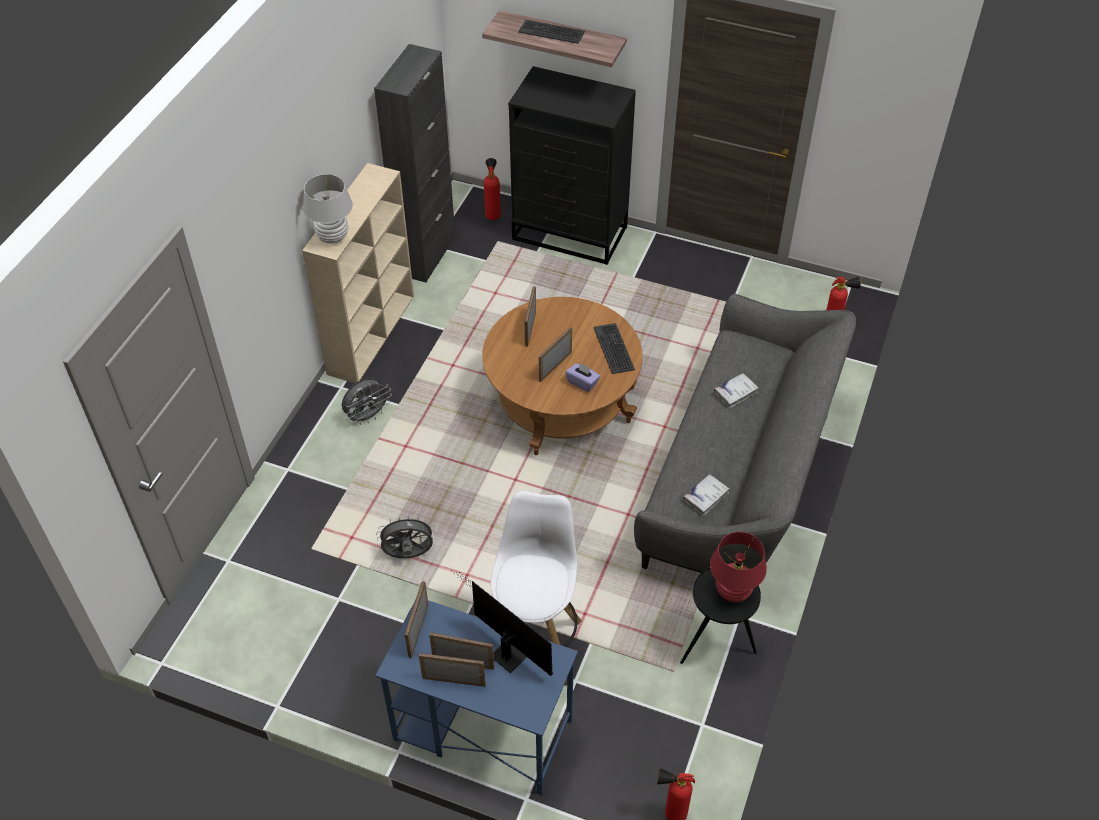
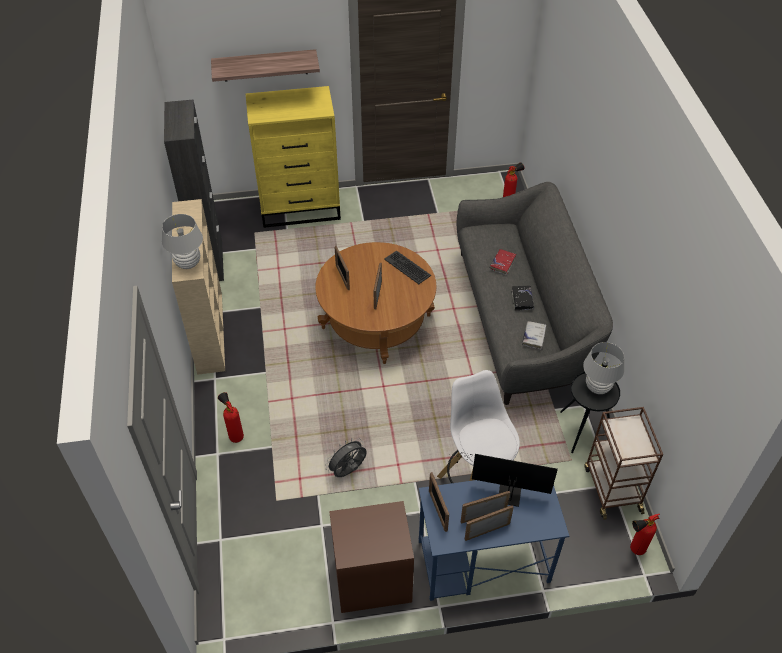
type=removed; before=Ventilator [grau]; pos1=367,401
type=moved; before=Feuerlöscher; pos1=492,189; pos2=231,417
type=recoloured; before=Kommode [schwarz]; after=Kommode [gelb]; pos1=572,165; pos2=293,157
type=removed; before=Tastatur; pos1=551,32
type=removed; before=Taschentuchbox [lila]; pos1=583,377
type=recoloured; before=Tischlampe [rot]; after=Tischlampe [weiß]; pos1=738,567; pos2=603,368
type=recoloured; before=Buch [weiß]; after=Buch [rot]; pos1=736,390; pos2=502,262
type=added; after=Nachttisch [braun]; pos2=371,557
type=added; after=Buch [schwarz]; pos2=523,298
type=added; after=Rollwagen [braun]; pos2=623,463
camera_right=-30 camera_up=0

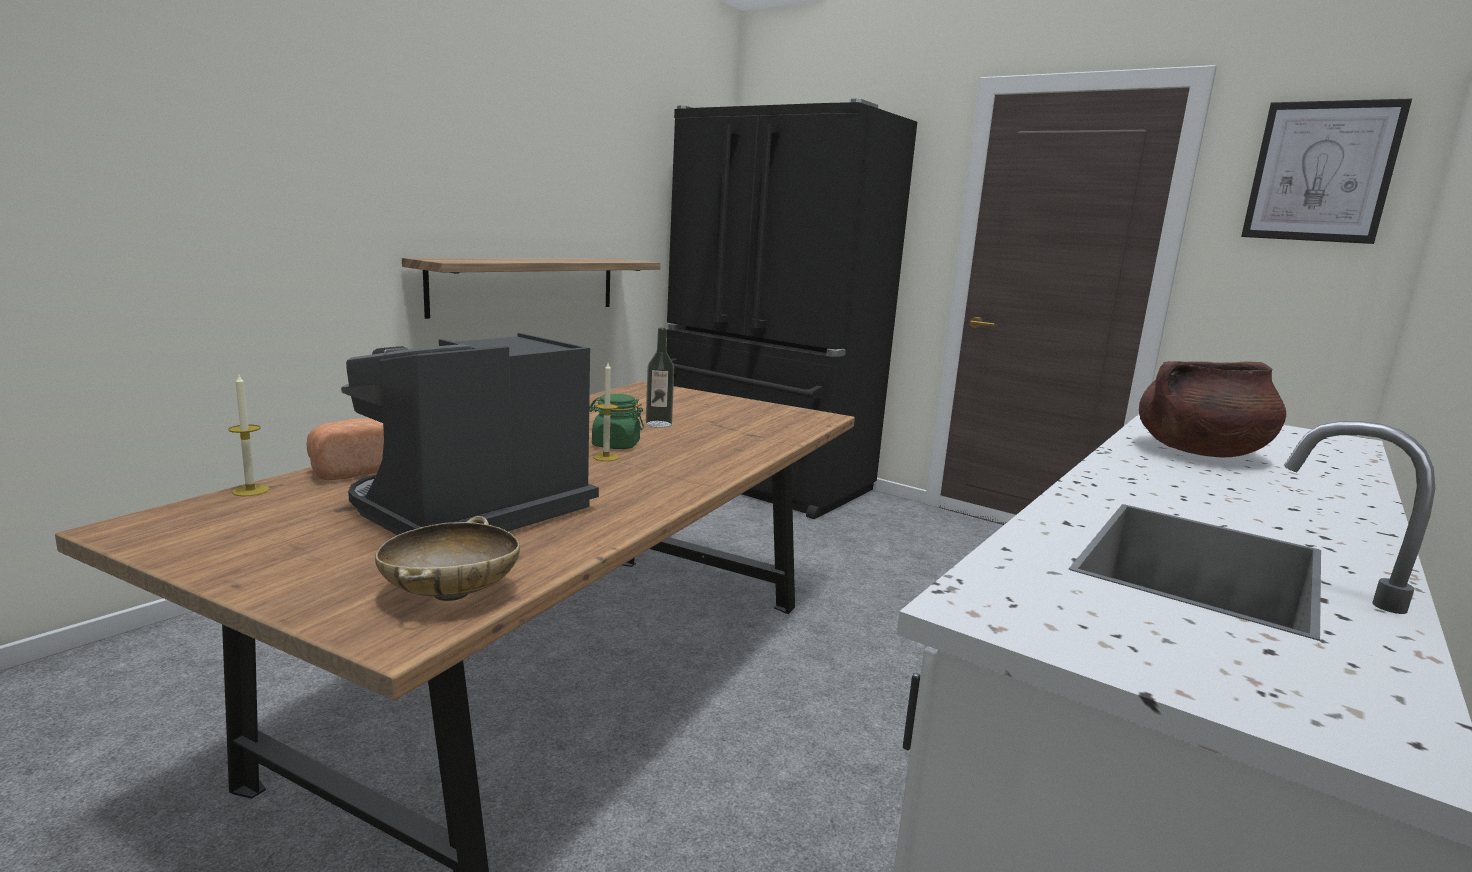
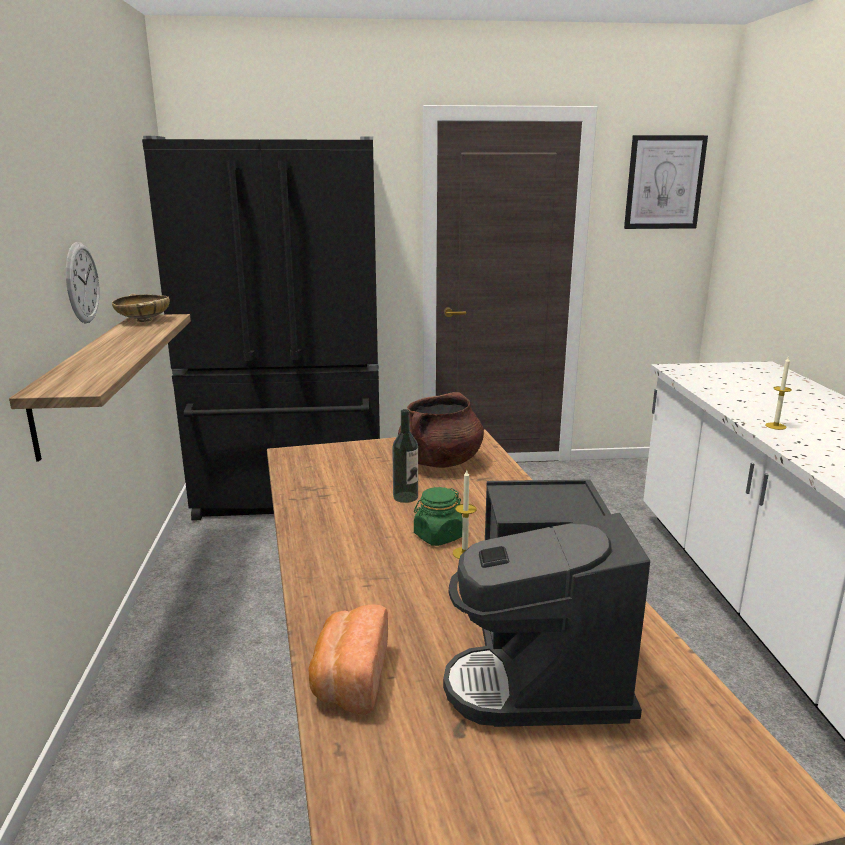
type=moved; before=Kerze; pos1=248,435; pos2=779,393
type=moved; before=Schüssel [beige]; pos1=447,558; pos2=141,308
type=moved; before=Kochtopf [braun]; pos1=1212,409; pos2=441,430
type=added; after=Wanduhr; pos2=83,282
camera_right=-40 camera_up=5

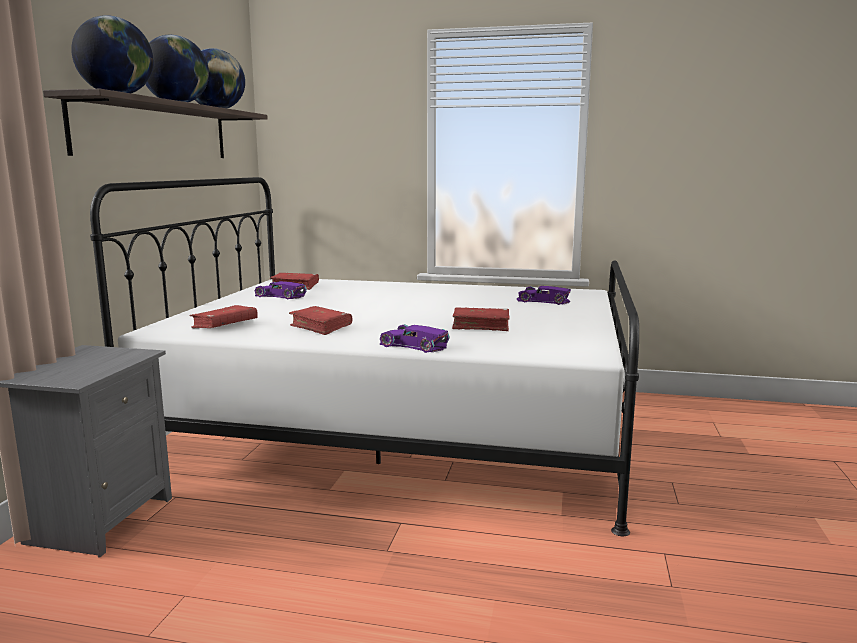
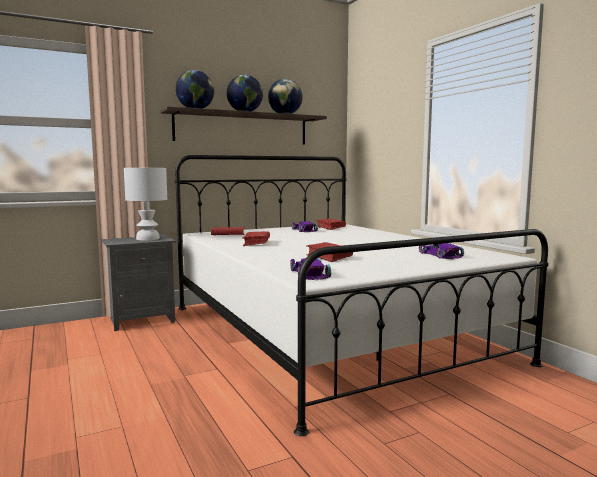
type=moved; before=Spielzeugauto [lila]; pos1=415,338; pos2=310,269
type=added; after=Tischlampe [weiß]; pos2=145,204
camera_right=50 camera_up=-5

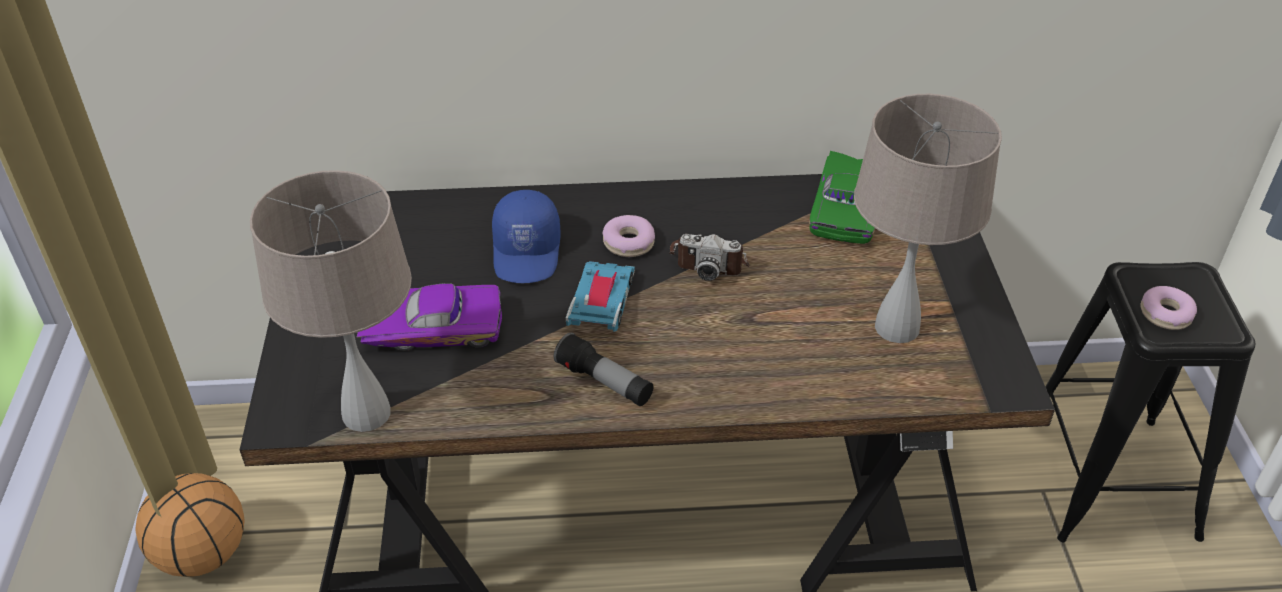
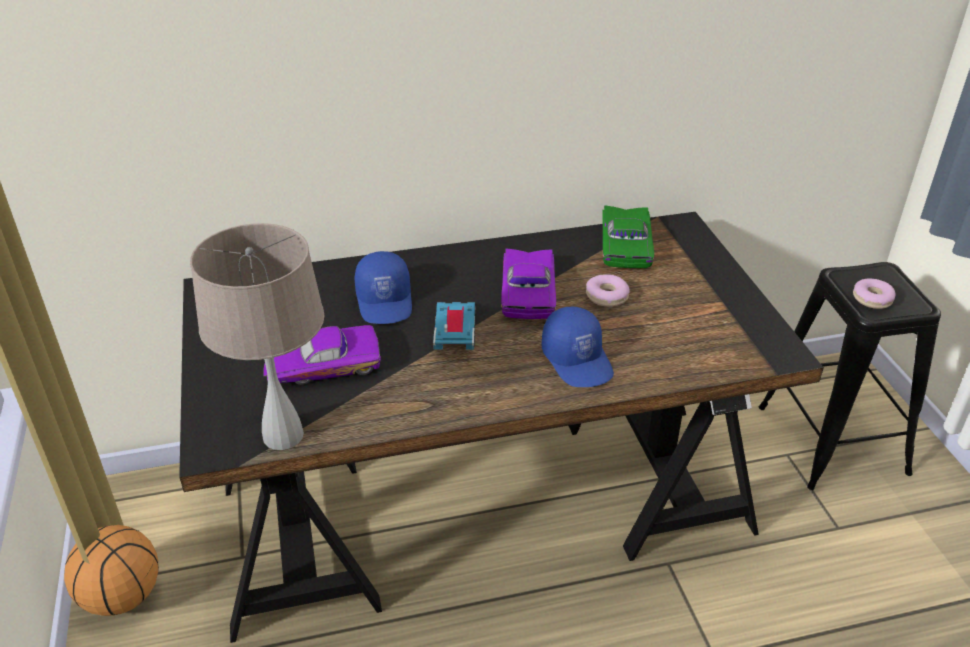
type=removed; before=Taschenlampe; pos1=604,369
type=moved; before=Donut; pos1=629,236; pos2=608,290
type=replaced; before=Kamera; after=Spielzeugauto [lila]; pos1=709,257; pos2=528,283
type=removed; before=Tischlampe [beige]; pos1=928,218
type=added; after=Kappe [blau]; pos2=578,346
camera_right=-10 camera_up=-5

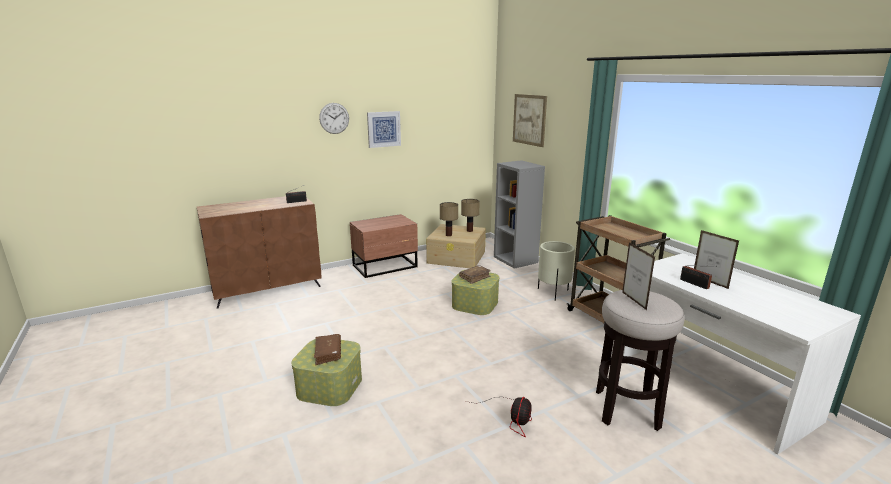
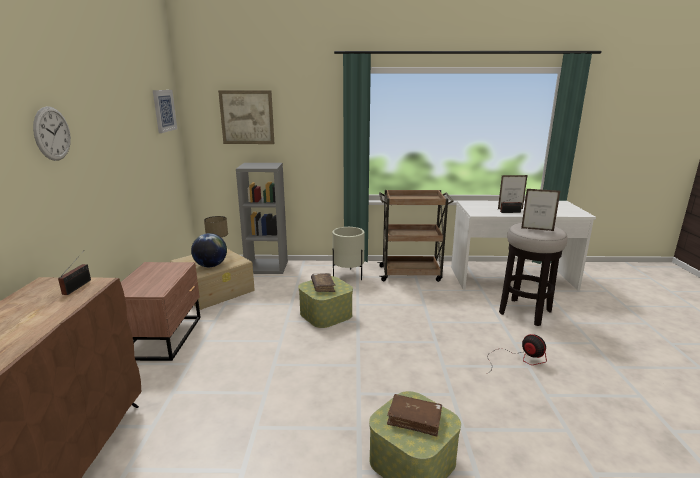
type=moved; before=Bild; pos1=384,129; pos2=165,111
type=replaced; before=Tischlampe; after=Globus; pos1=449,219; pos2=209,250
camera_right=-60 camera_up=0

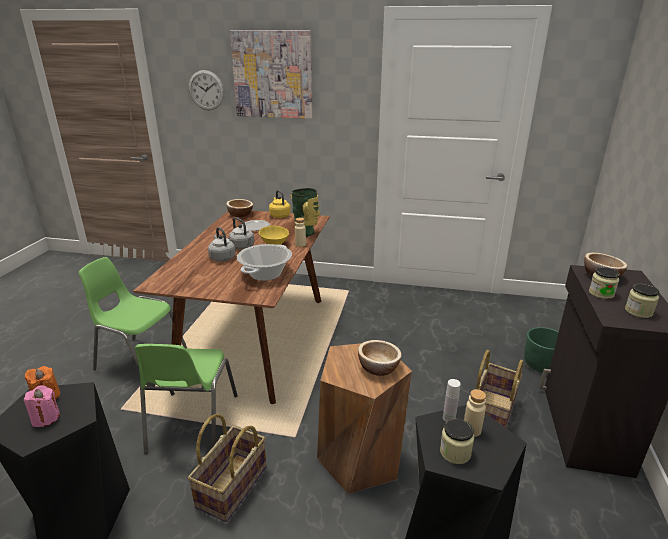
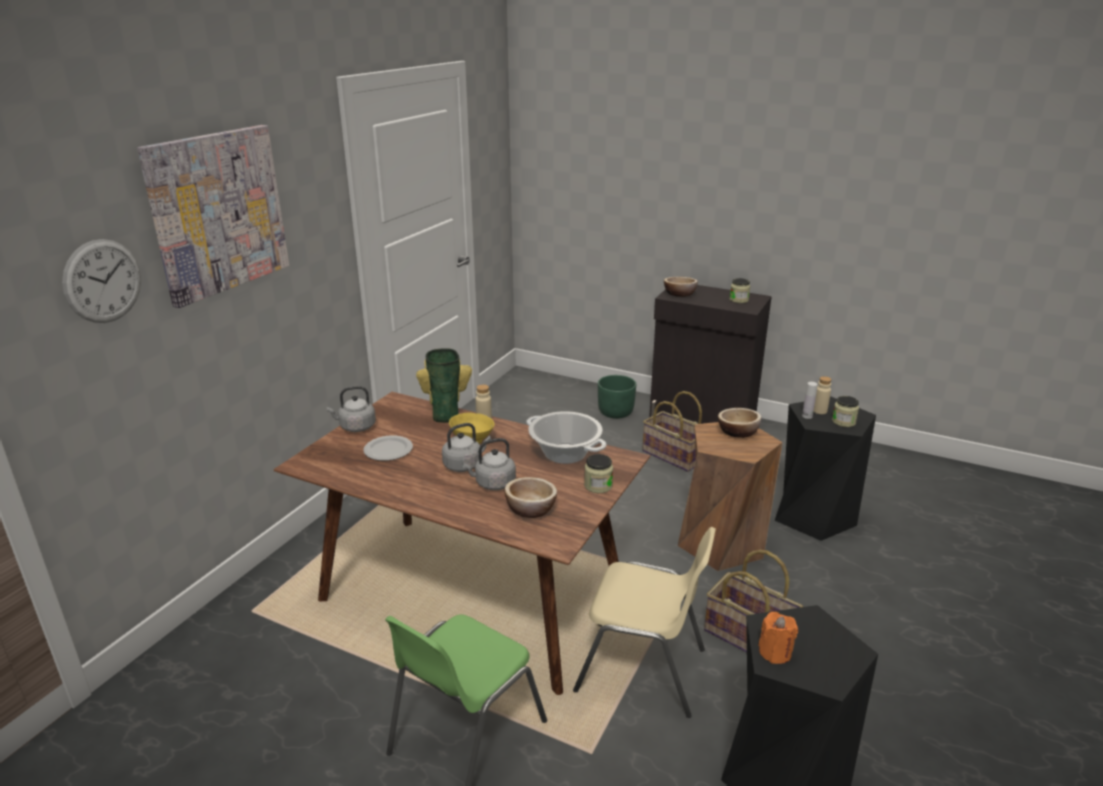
type=removed; before=Kerze [rosa]; pos1=41,406
type=recoloured; before=Stuhl [grün]; after=Stuhl [beige]; pos1=186,399; pos2=644,622
type=moved; before=Schüssel; pos1=239,208; pos2=531,497
type=recoloured; before=Wasserkessel [gelb]; after=Wasserkessel [grau]; pos1=280,204; pos2=351,409
type=moved; before=Vorratsglas; pos1=604,283; pos2=598,473
camera_right=-75 camera_up=0

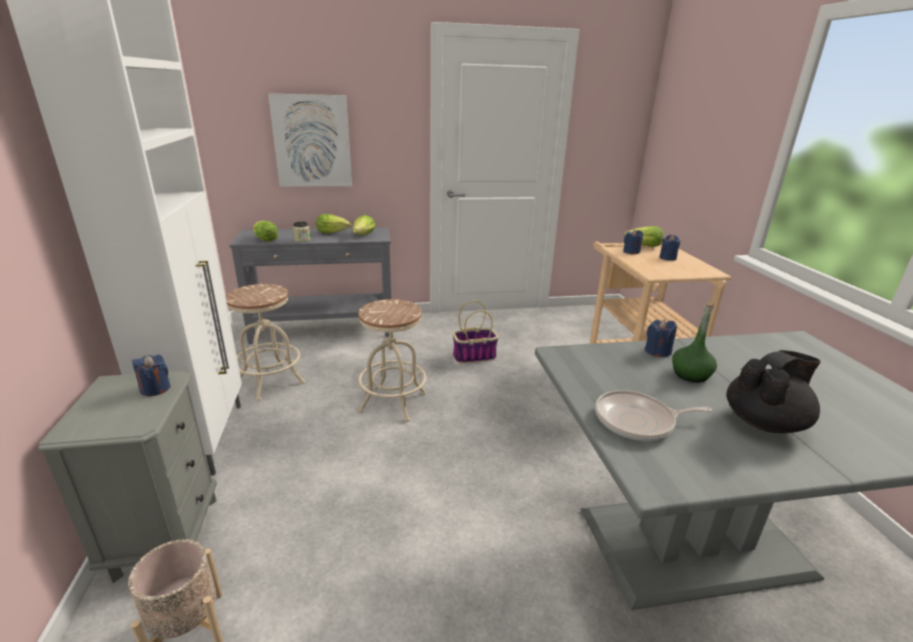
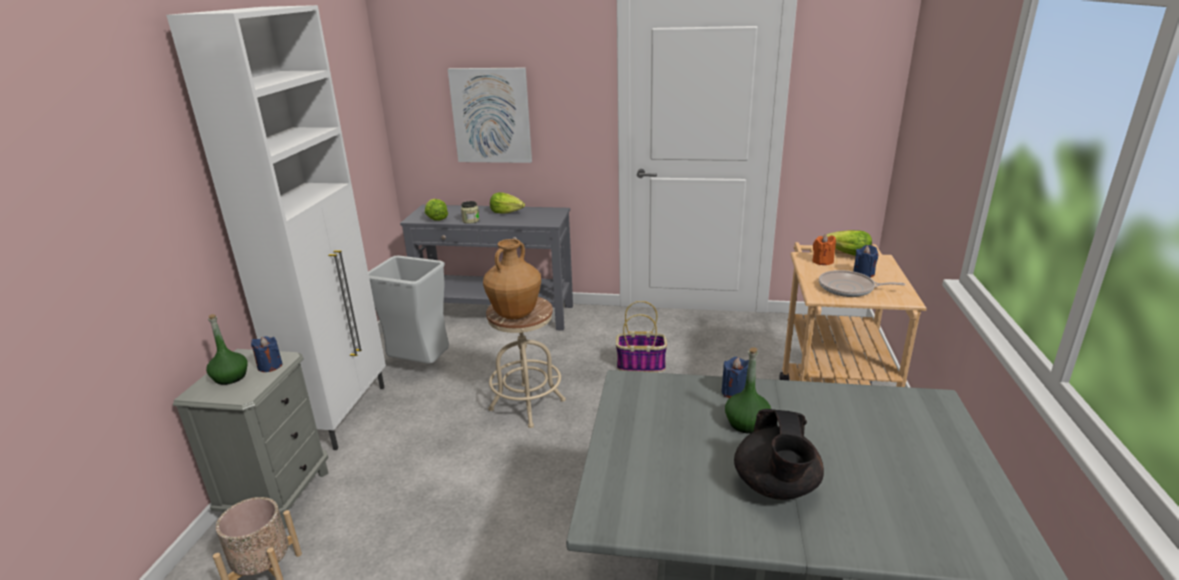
type=replaced; before=Hocker [beige]; after=Mülleimer [grau]; pos1=265,342; pos2=408,309
type=removed; before=Salatkopf; pos1=364,225
type=moved; before=Pfanne; pos1=653,415; pos2=862,283
type=recoloured; before=Kerze [blau]; after=Kerze [orange]; pos1=633,241; pos2=824,249
type=turned; before=Teekanne [schwarz]; pos1=773,391; pos2=779,454; turn=105
type=added; after=Flasche [grün]; pos2=227,349
type=added; after=Vase [braun]; pos2=512,279
camera_right=20 camera_up=0

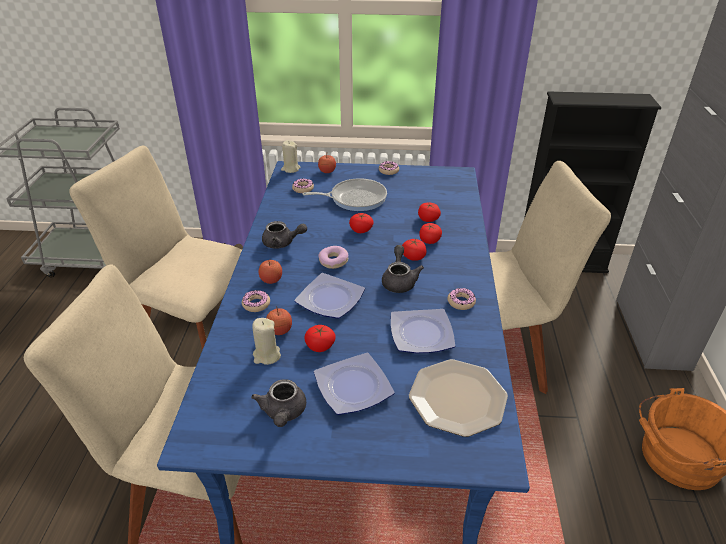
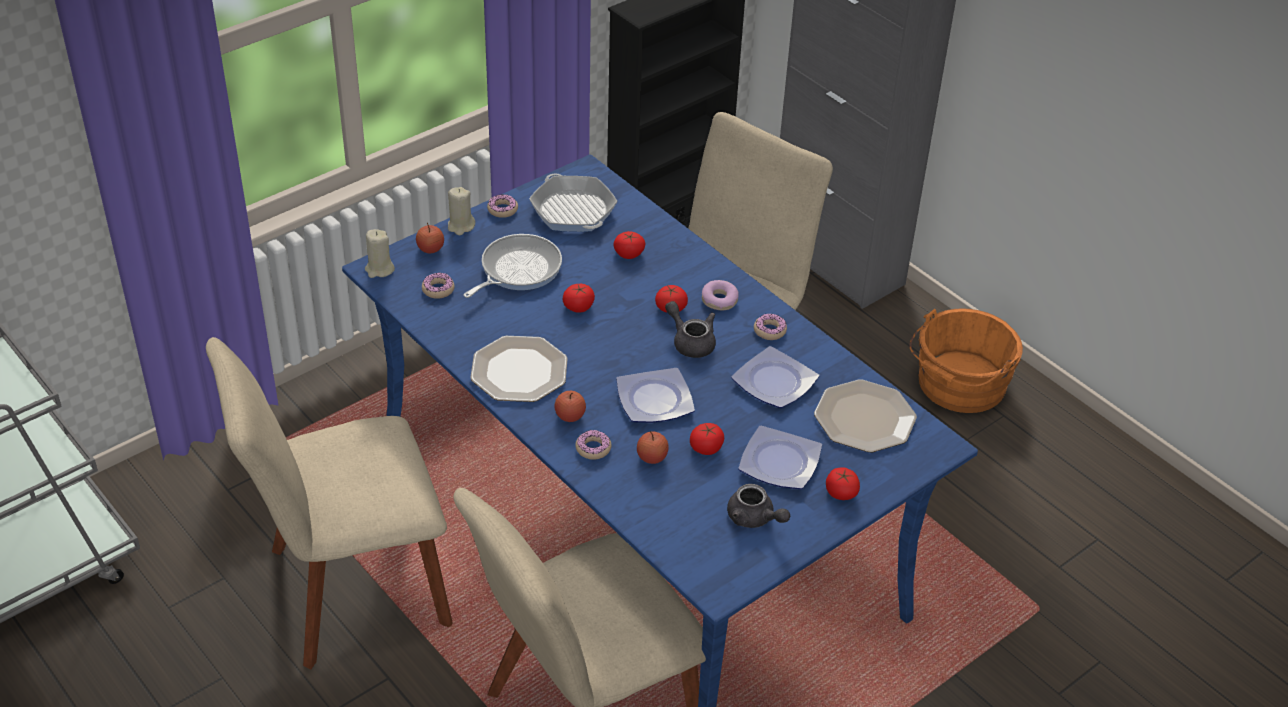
type=moved; before=Kerze [beige]; pos1=266,341; pos2=461,211
type=replaced; before=Teekanne [grau]; after=Teller; pos1=284,235; pos2=519,369
type=moved; before=Donut; pos1=333,257; pos2=720,295
type=moved; before=Tomate; pos1=430,233; pos2=843,483
type=added; after=Pfanne; pos2=573,203
camera_right=-45 camera_up=5

